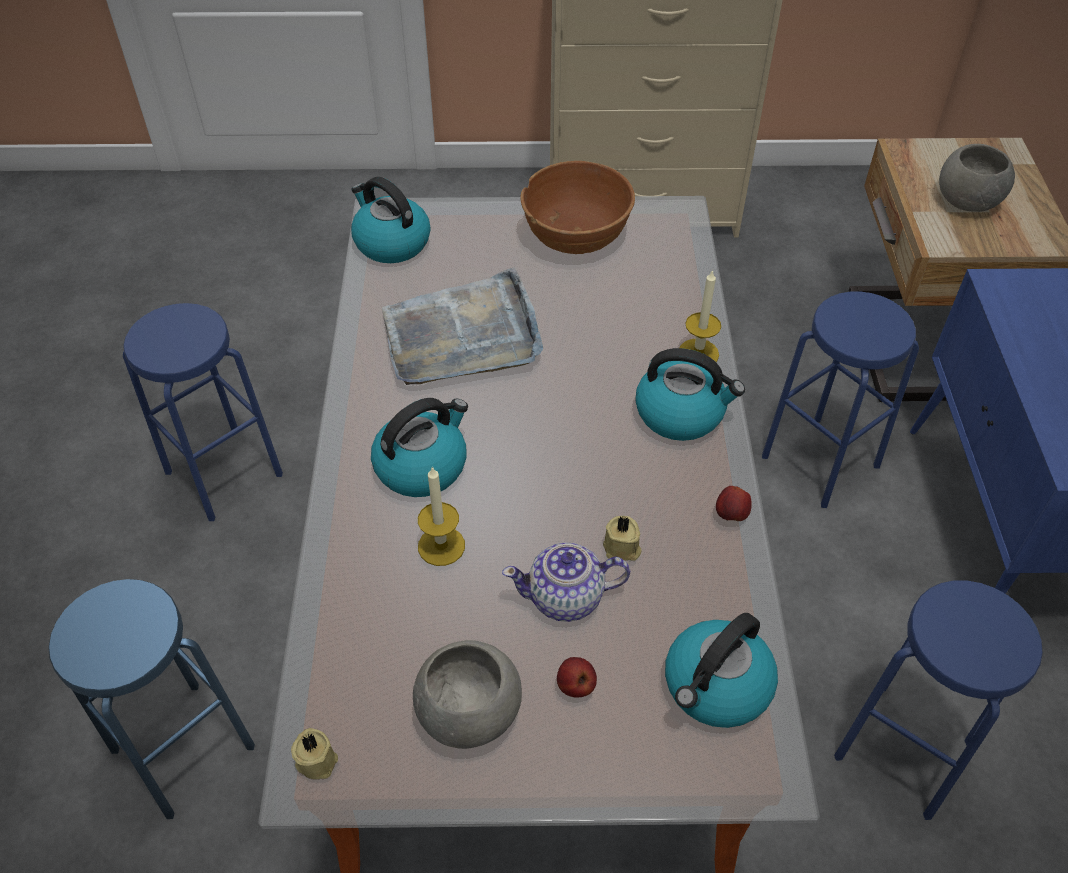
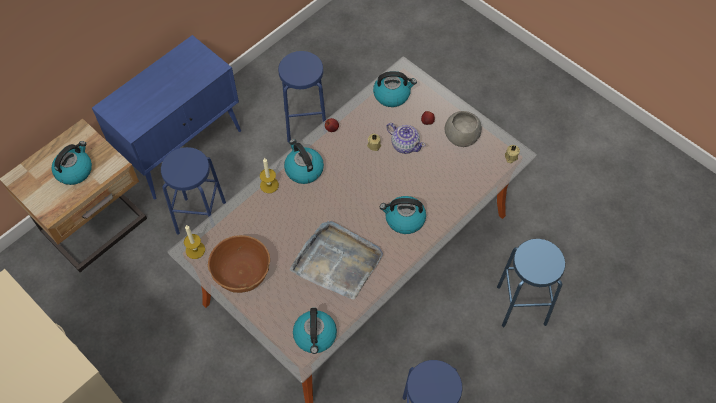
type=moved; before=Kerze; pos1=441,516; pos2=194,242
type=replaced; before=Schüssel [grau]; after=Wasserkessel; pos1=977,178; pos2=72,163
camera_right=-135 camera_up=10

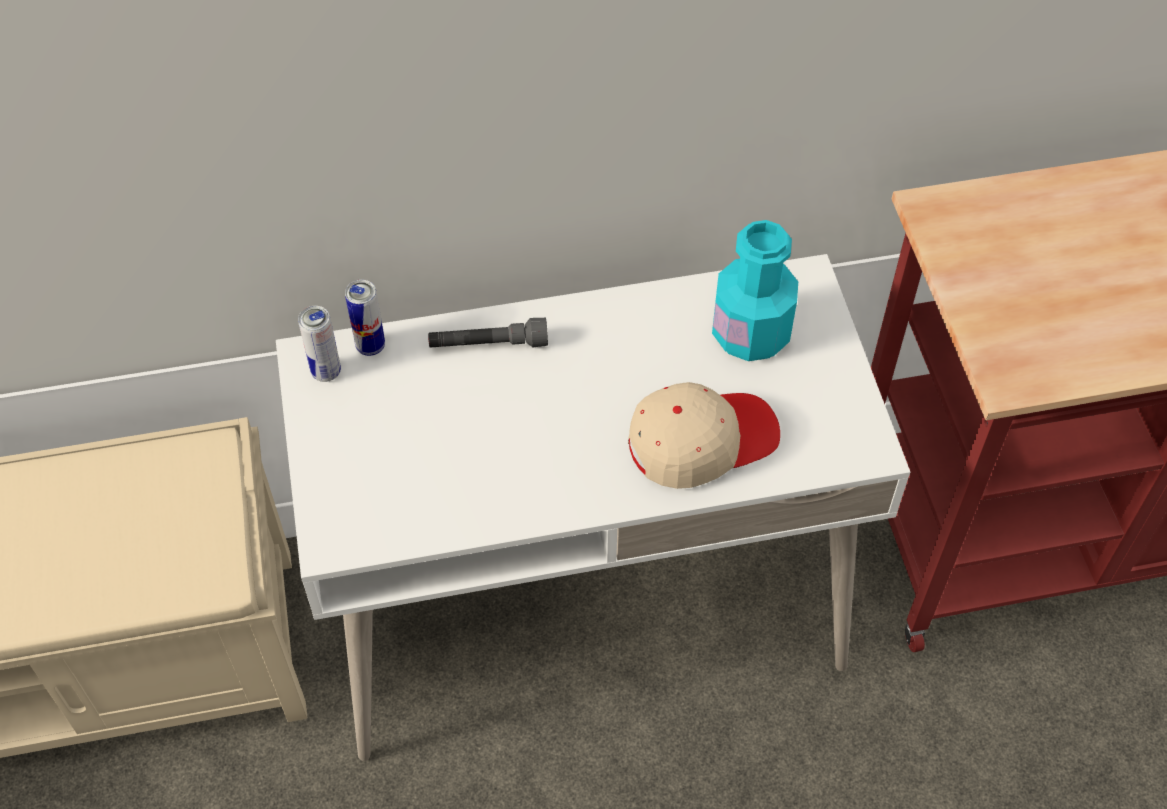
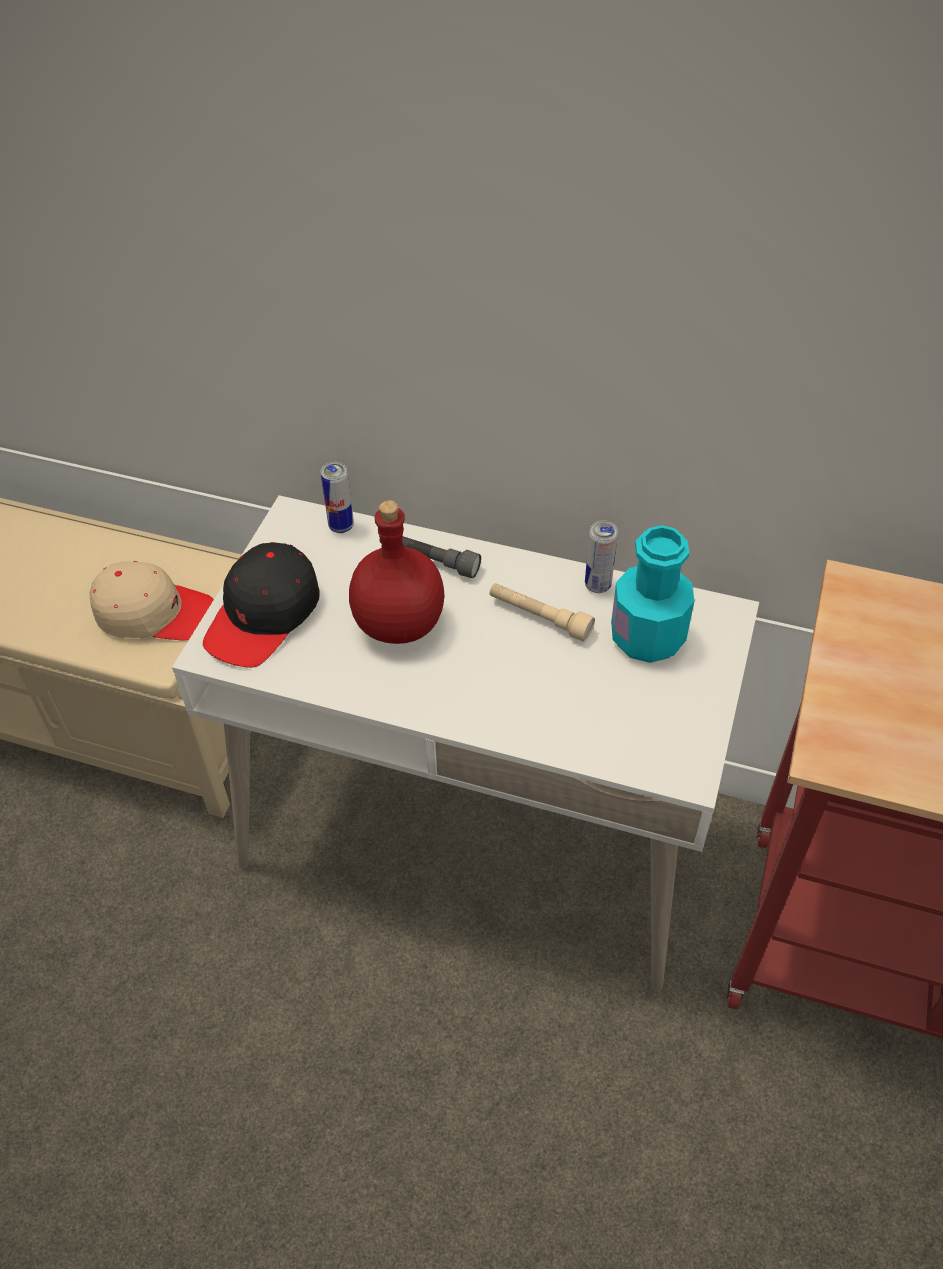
type=moved; before=Dose; pos1=319,344; pos2=601,556
type=moved; before=Kappe [beige]; pos1=704,435; pos2=151,601
type=added; after=Kappe [schwarz]; pos2=261,605
type=added; after=Flasche [rot]; pos2=397,572
type=added; after=Taschenlampe [beige]; pos2=542,612
camera_right=30 camera_up=-5

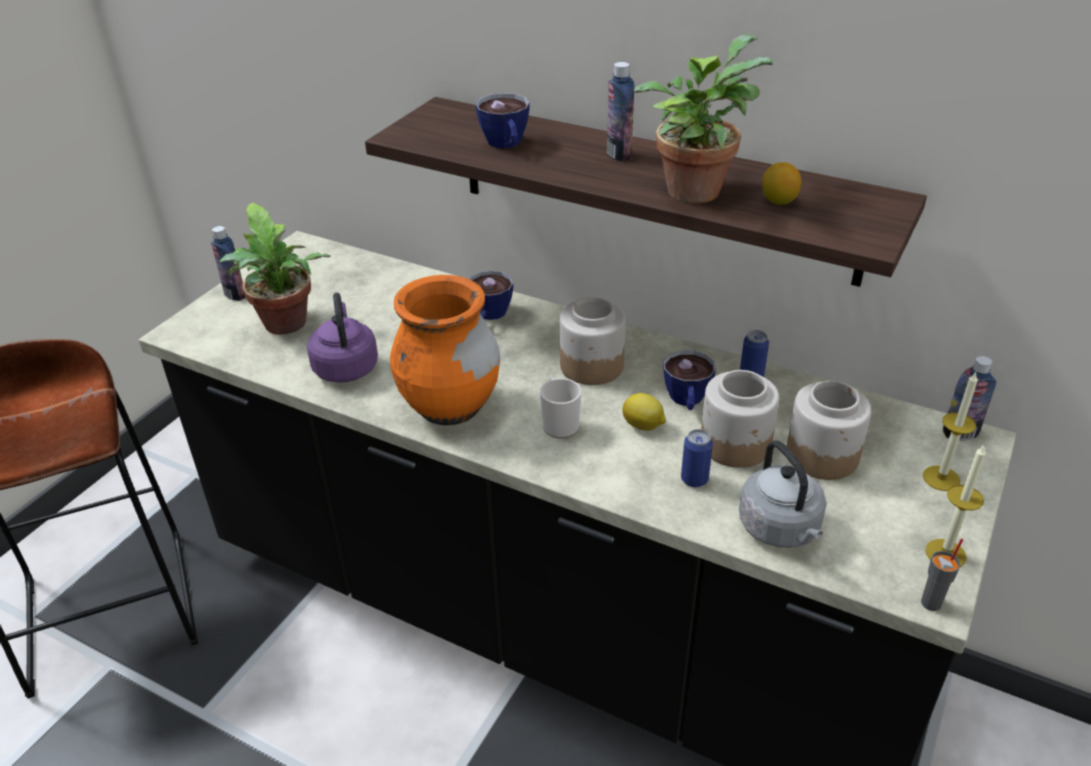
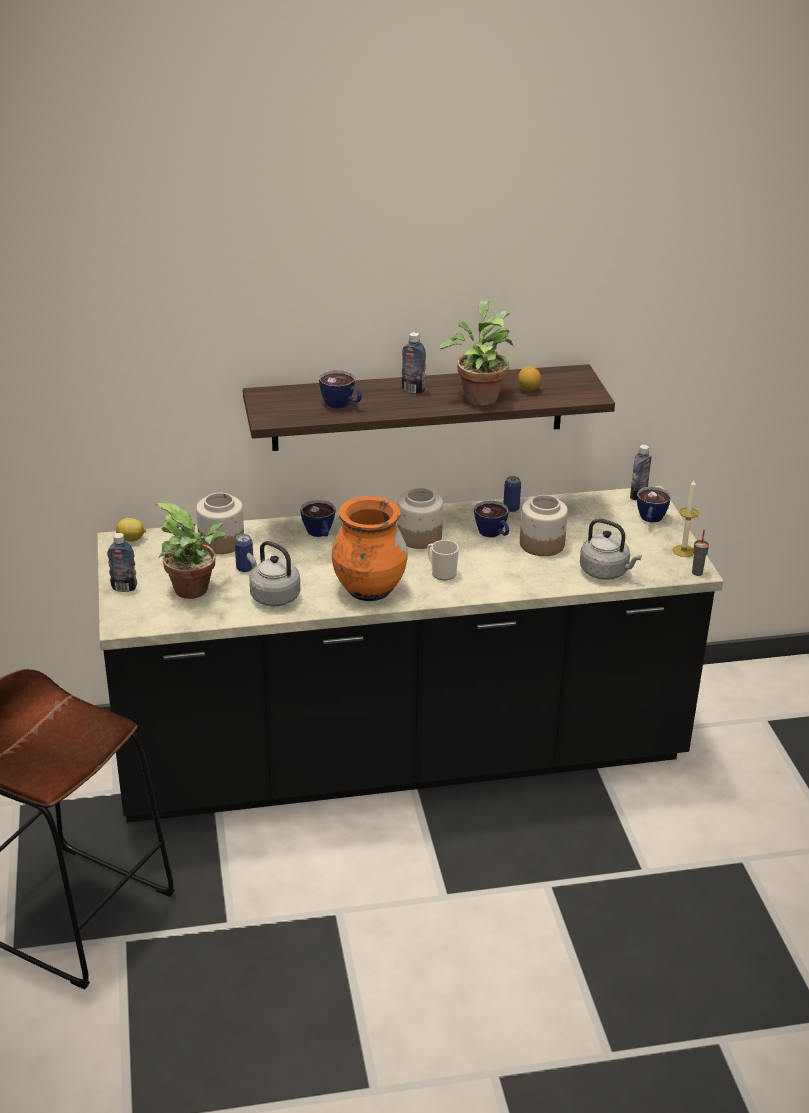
type=recoloured; before=Wasserkessel [lila]; after=Wasserkessel [grau]; pos1=342,338; pos2=273,574
type=moved; before=Zitrone; pos1=644,412; pos2=131,530
type=moved; before=Dose; pos1=697,458; pos2=244,553
type=moved; before=Vorratsglas; pos1=829,430; pos2=220,523
type=replaced; before=Kerze; after=Tasse; pos1=950,431; pos2=654,504
camera_right=-40 camera_up=-5

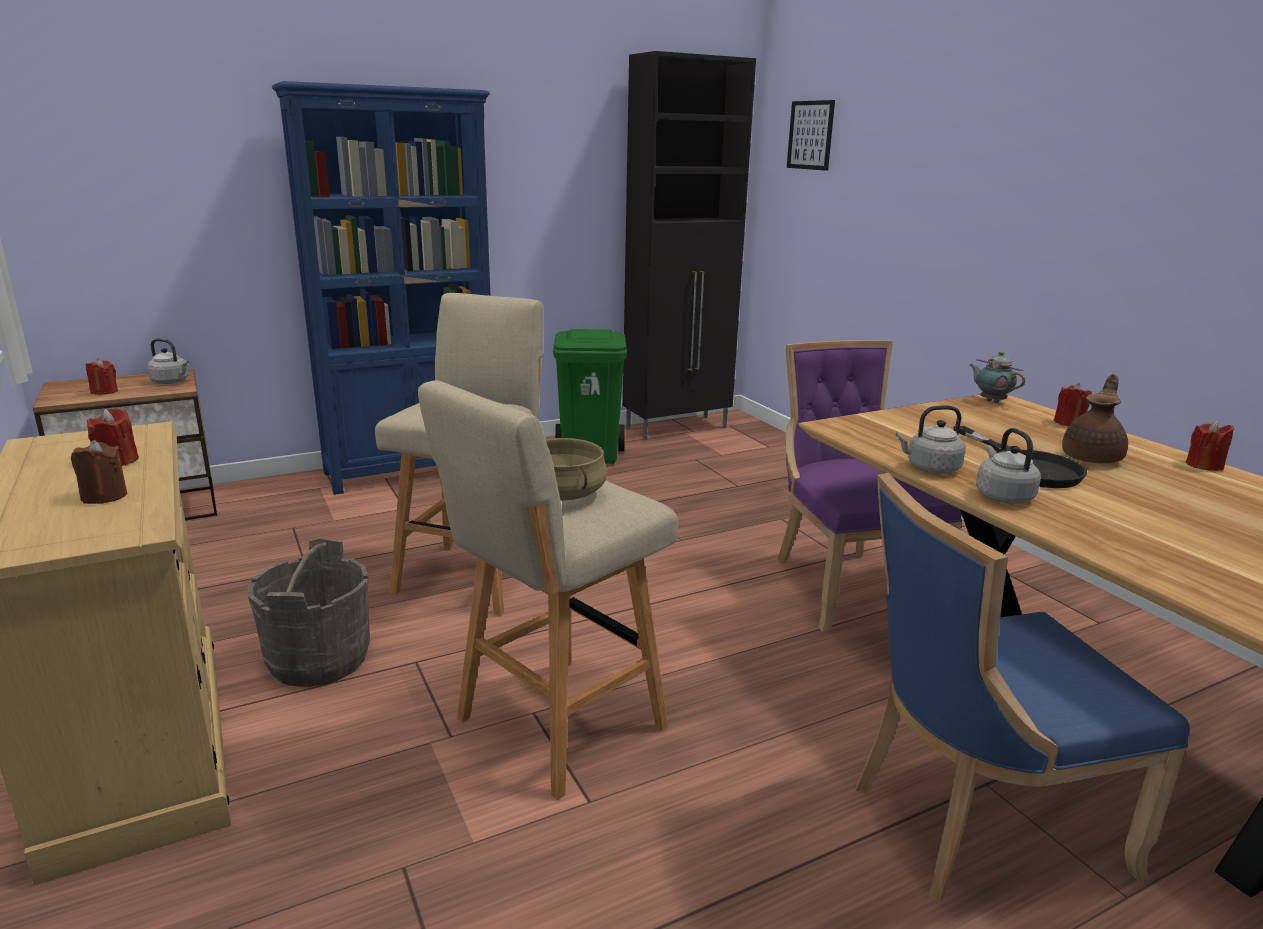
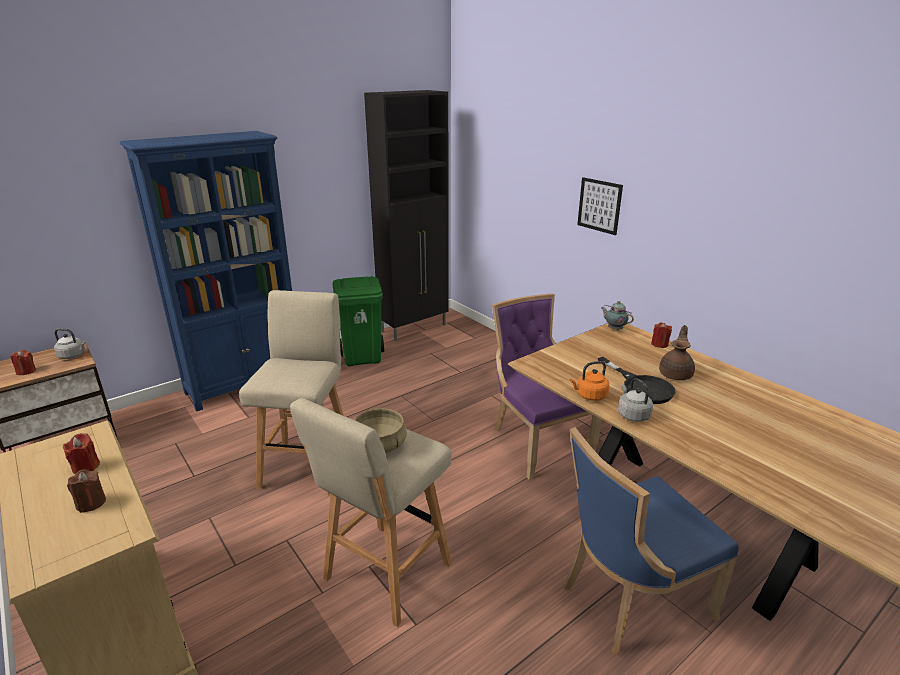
type=removed; before=Eimer [grau]; pos1=309,612
type=moved; before=Bild; pos1=811,135; pos2=600,206
type=recoloured; before=Wasserkessel [grau]; after=Wasserkessel [orange]; pos1=931,439; pos2=589,381
type=removed; before=Kerze [rot]; pos1=1210,445
camera_right=-10 camera_up=5

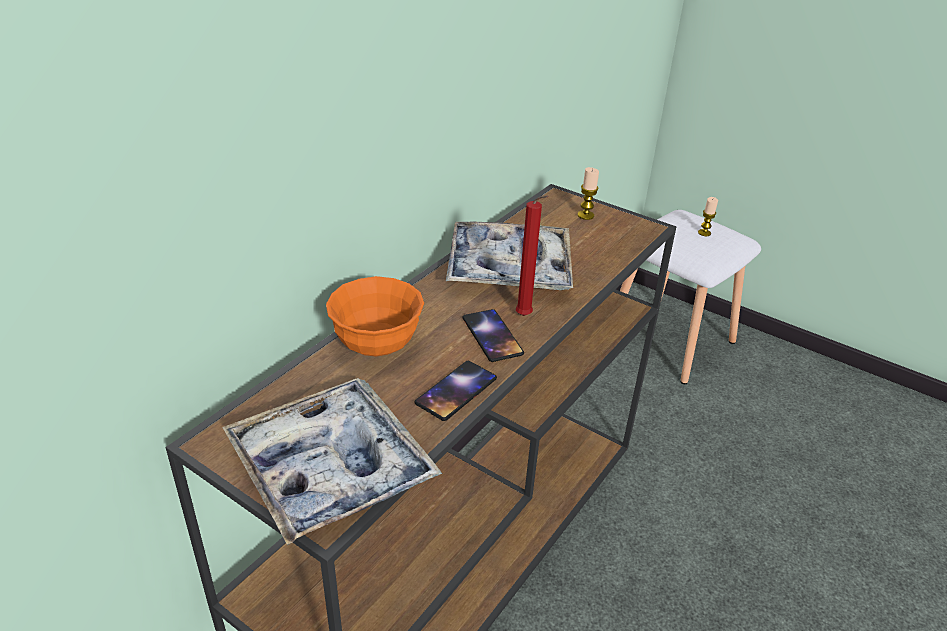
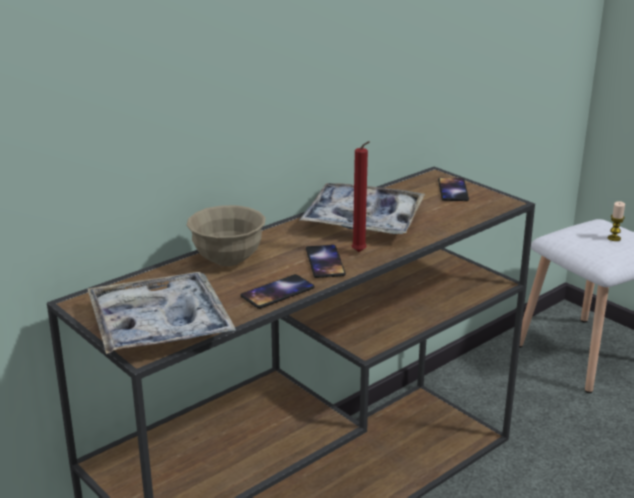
type=recoloured; before=Schüssel [orange]; after=Schüssel [beige]; pos1=375,316; pos2=226,235
type=replaced; before=Kerze; after=Handy; pos1=588,193; pos2=453,189
camera_right=15 camera_up=-10

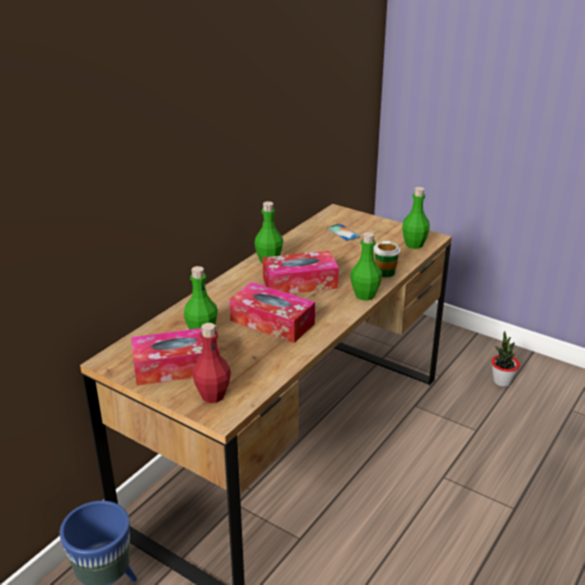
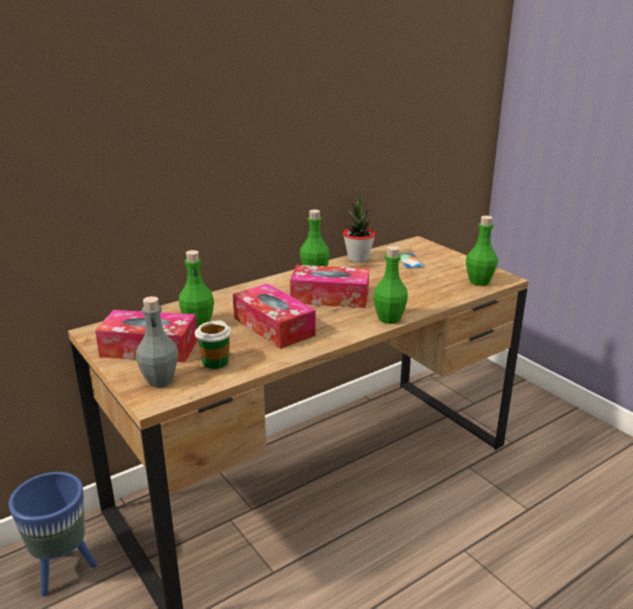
type=recoloured; before=Flasche [rot]; after=Flasche [grau]; pos1=211,363; pos2=157,341
type=moved; before=Tasse; pos1=387,258; pos2=213,344
type=moved; before=Topfpflanze; pos1=505,359; pos2=359,229
camera_right=20 camera_up=-5

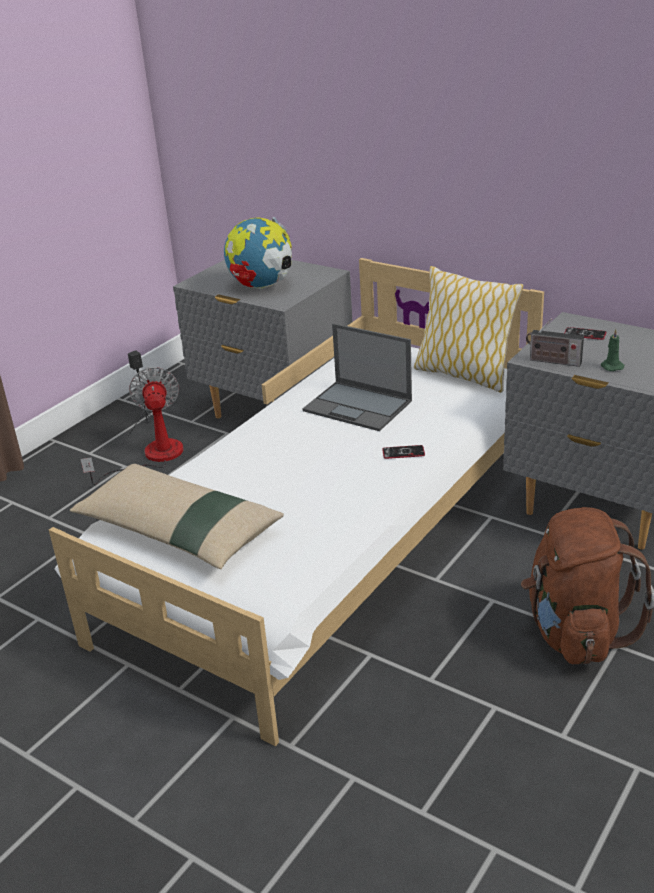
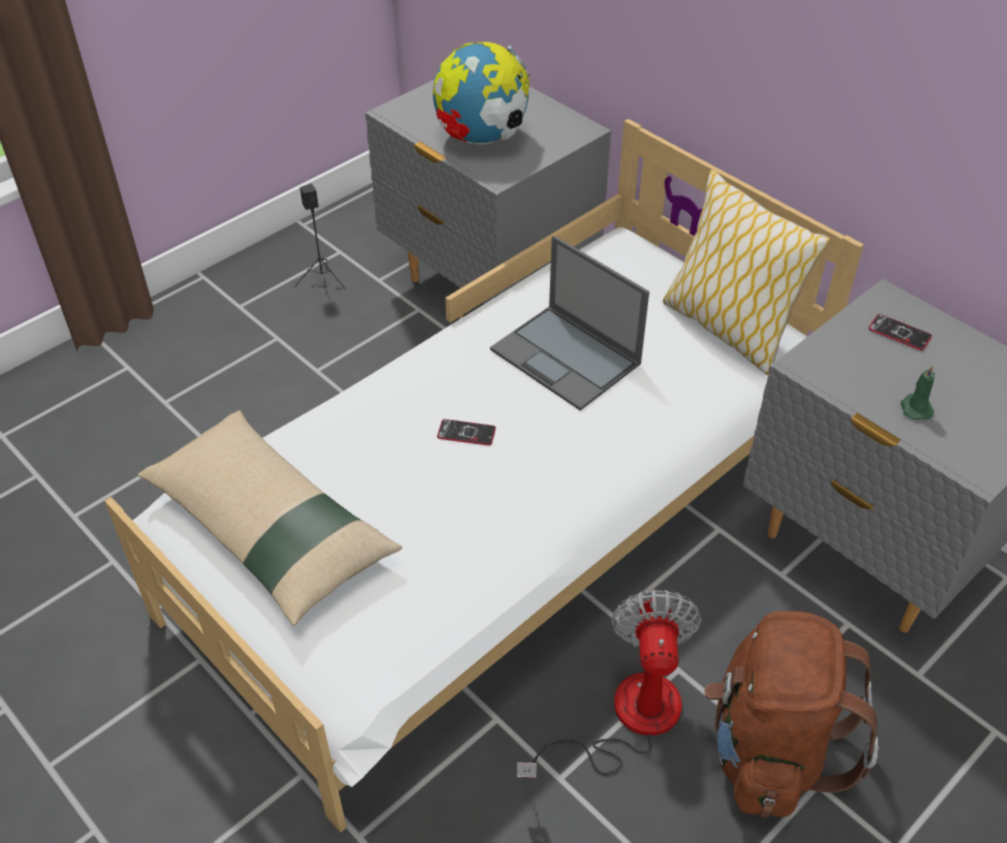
type=moved; before=Ventilator; pos1=131,426; pos2=609,684
type=moved; before=Handy; pos1=403,452; pos2=466,432
type=removed; before=Radio; pos1=555,342
camera_right=10 camera_up=15

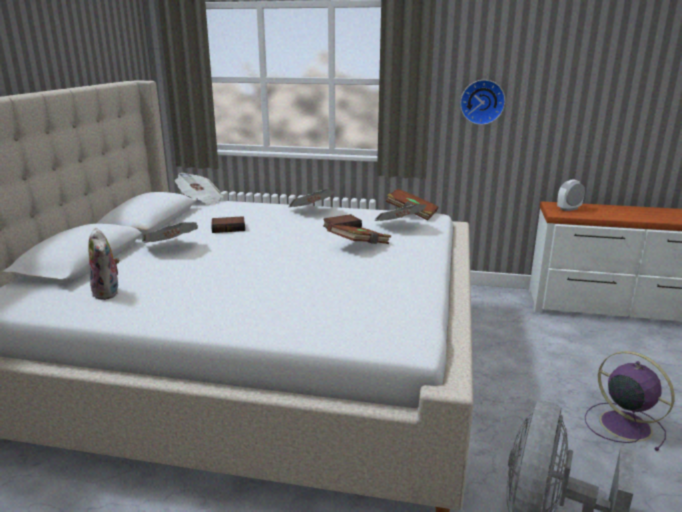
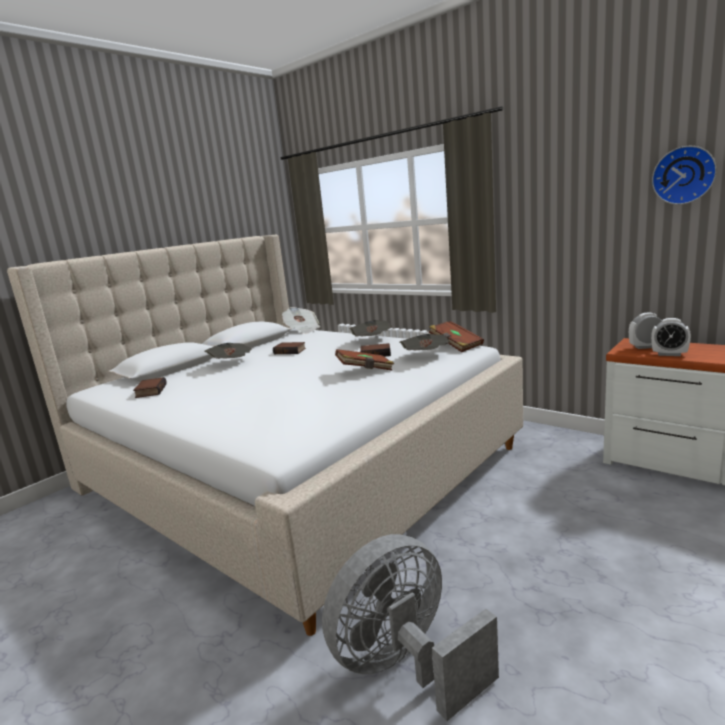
type=replaced; before=Plüschtier; after=Buch; pos1=104,264; pos2=150,387
type=moved; before=Wanduhr; pos1=482,102; pos2=684,175
type=removed; before=Ventilator [lila]; pos1=630,401
type=added; after=Wecker; pos2=671,337
camera_right=30 camera_up=-5

